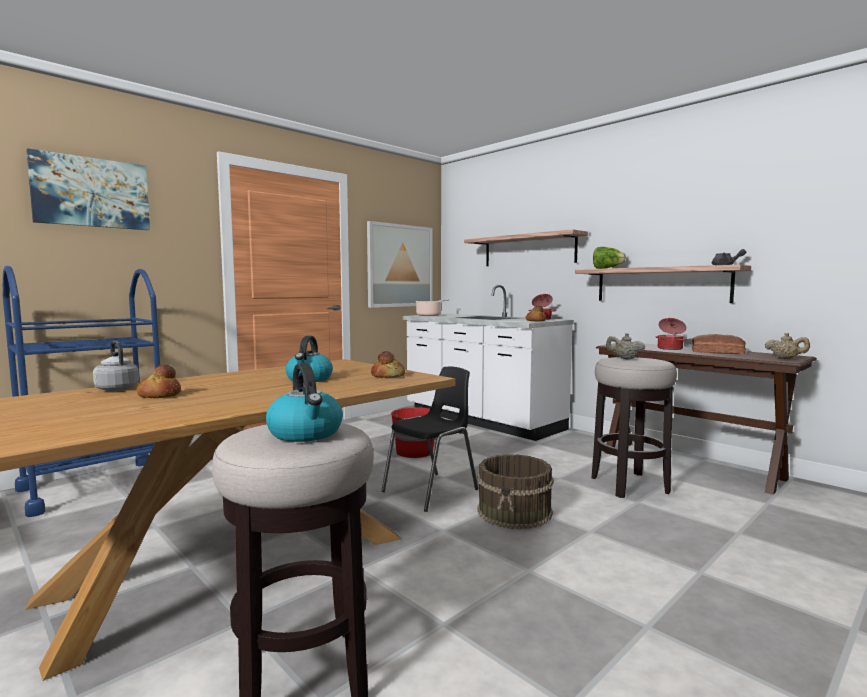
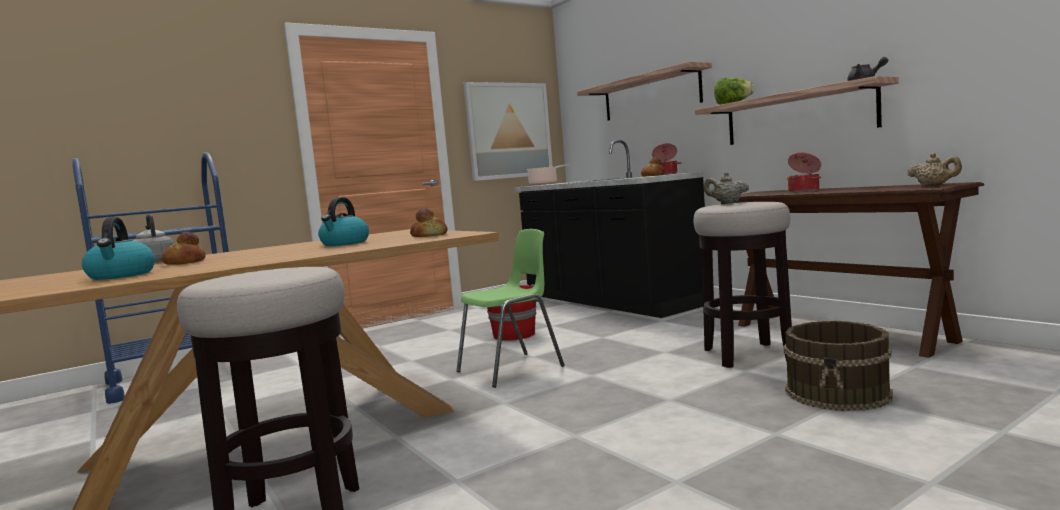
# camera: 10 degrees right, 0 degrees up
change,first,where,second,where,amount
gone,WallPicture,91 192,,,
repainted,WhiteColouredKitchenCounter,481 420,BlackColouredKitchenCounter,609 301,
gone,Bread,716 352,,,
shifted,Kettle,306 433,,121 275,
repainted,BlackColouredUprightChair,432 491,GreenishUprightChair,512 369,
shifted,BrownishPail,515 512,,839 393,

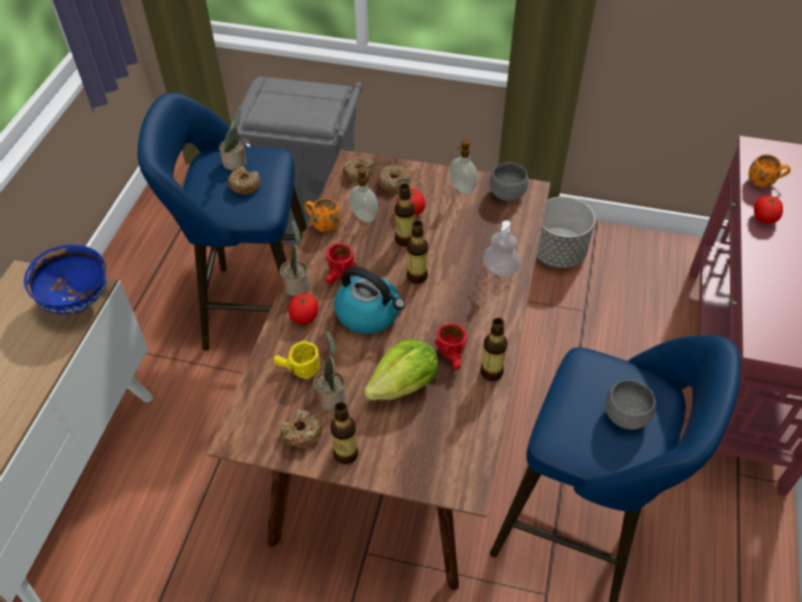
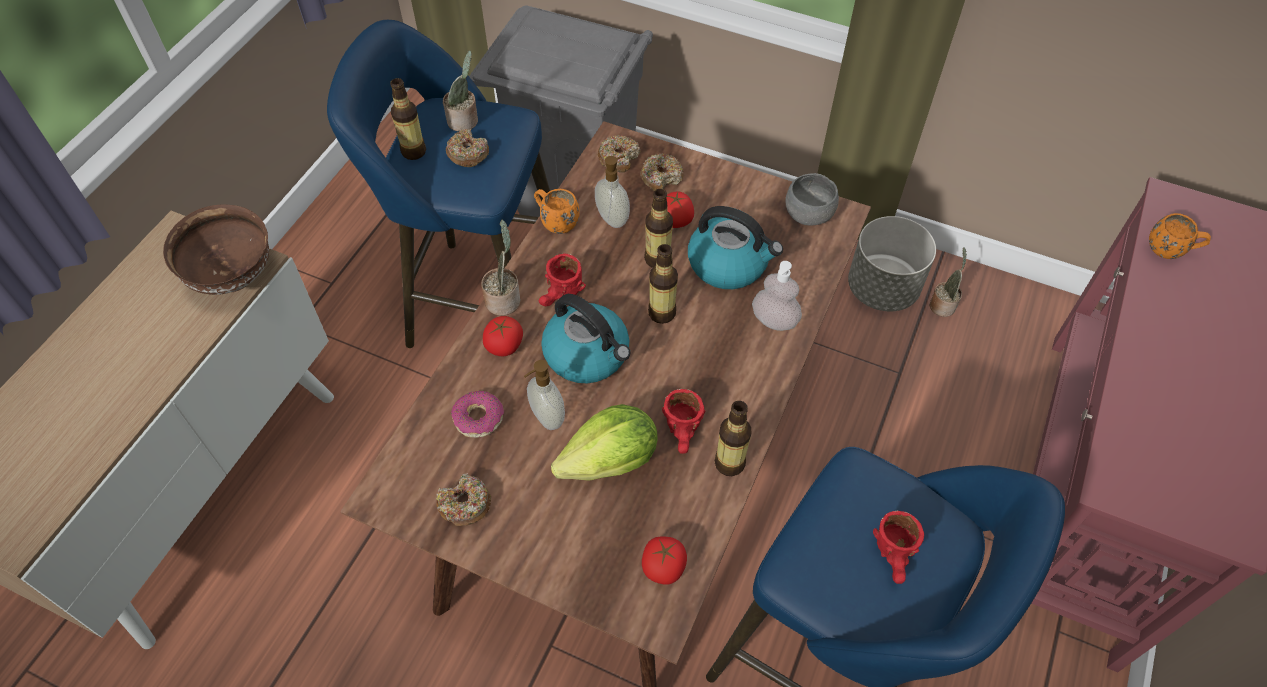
# camera: 10 degrees right, 5 degrees up
change,first,where,second,where,amount
shifted,SoapBottle,461 189,,546 417,
shifted,WholeTomato,764 218,,663 567,
repainted,BlueServingBowl,79 302,BrownishServingBowl,235 278,
shifted,PlantInAPot,331 395,,942 304,
swapped,YellowColouredMug,297 371,RingDoughnut,478 418,
swapped,GreyServingBowl,626 416,RedColouredMug,896 558,
shifted,BeverageBottle,346 454,,414 152,
new,,,Kettle,729 264,

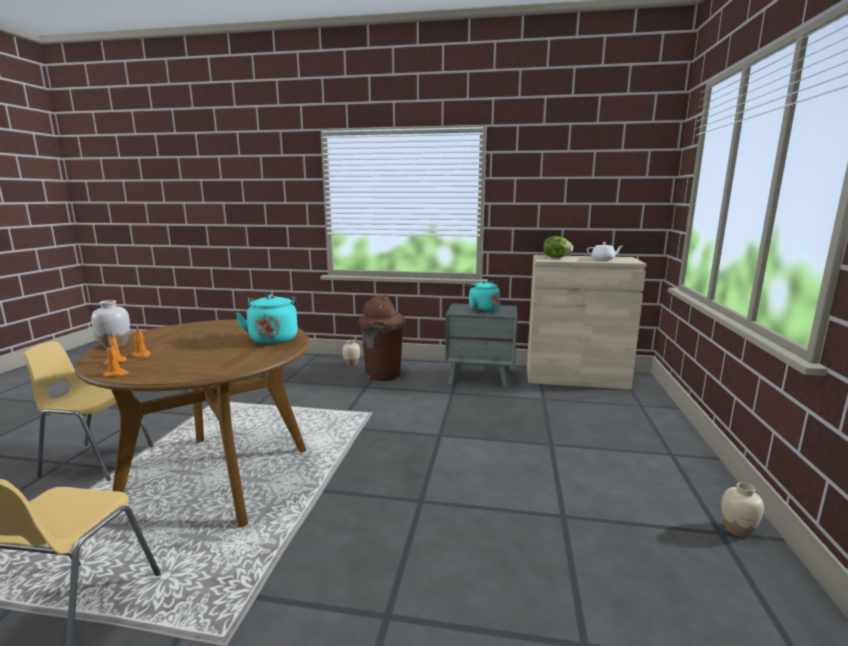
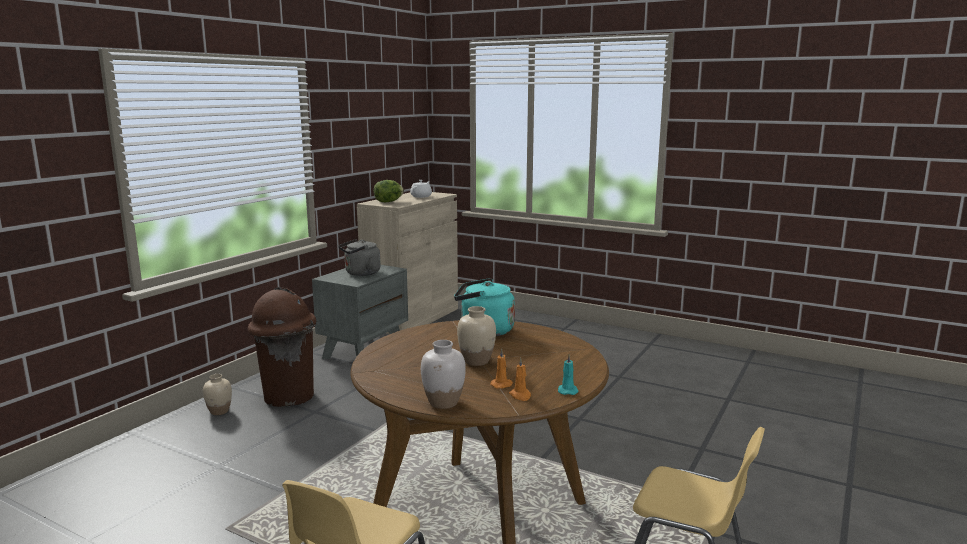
# camera: 70 degrees left, 0 degrees up
change,first,where,second,where,amount
repainted,TurquoiseColouredKettle,481 309,GreyKettle,360 273,
repainted,OrangeColouredWaxCandle,116 374,TurquoiseColouredWaxCandle,567 390,
shifted,BeigeColouredFlowerVase,737 530,,476 361,

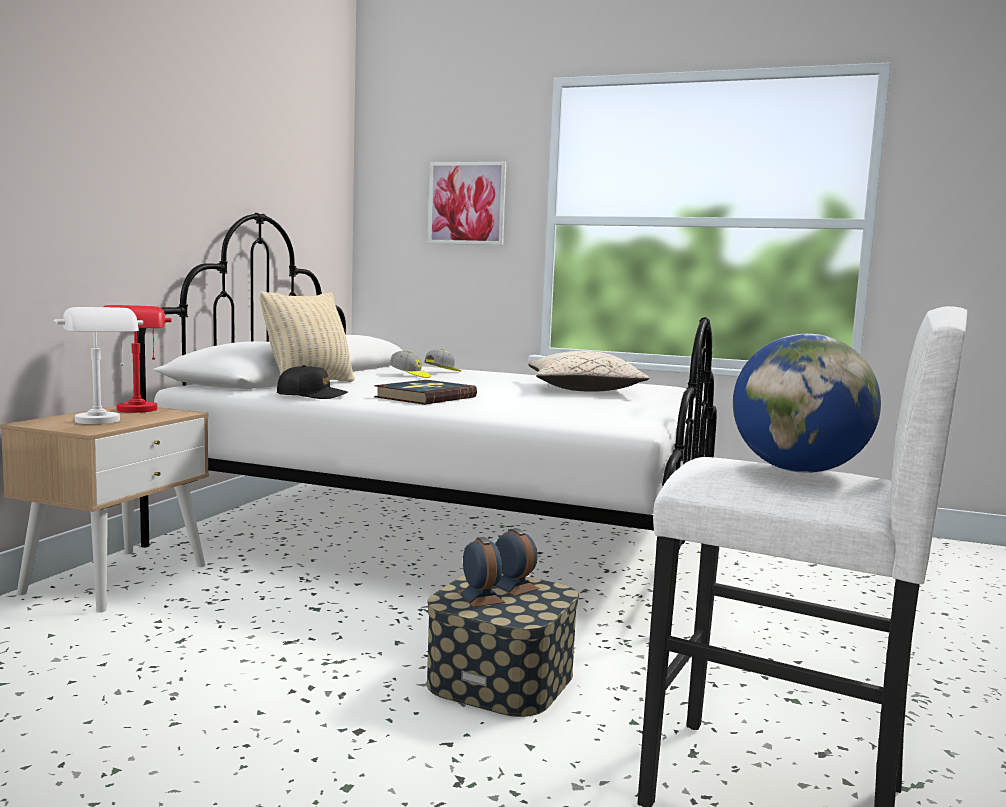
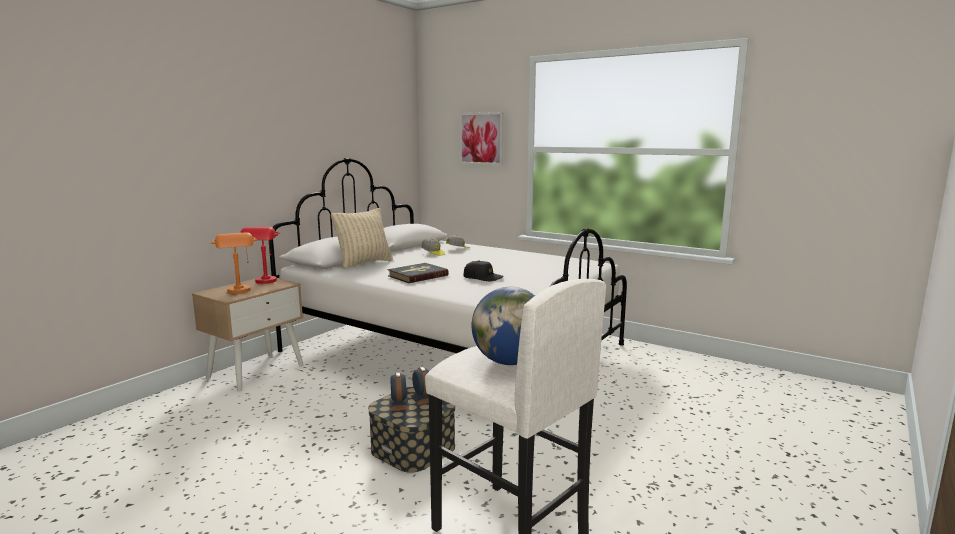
# camera: 15 degrees right, 5 degrees up
change,first,where,second,where,amount
repainted,WhiteColouredTableLamp,102 423,OrangeColouredTableLamp,240 292,
gone,BeigeColouredThrowPillow,584 390,,,
shifted,BlackColouredBaseballCap,312 395,,483 278,

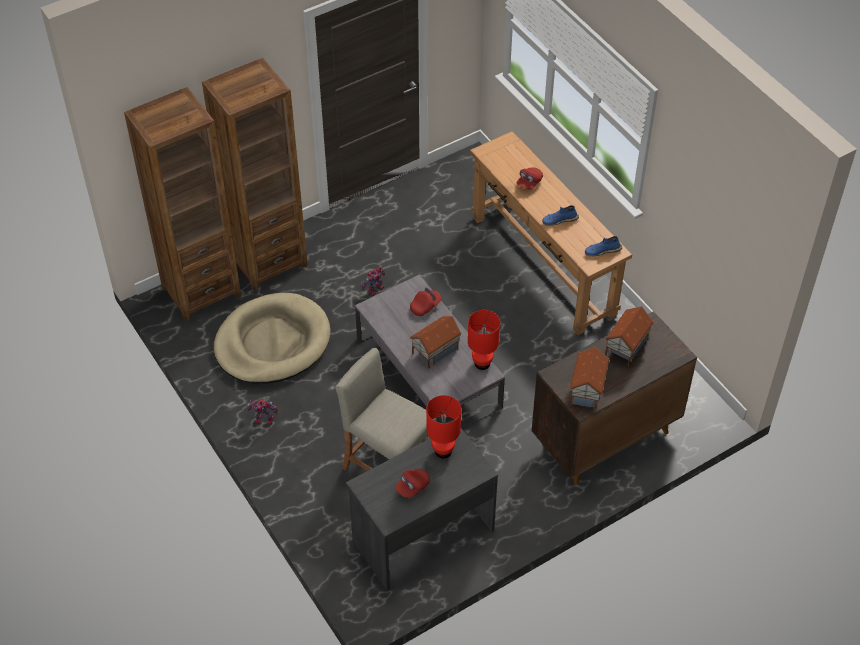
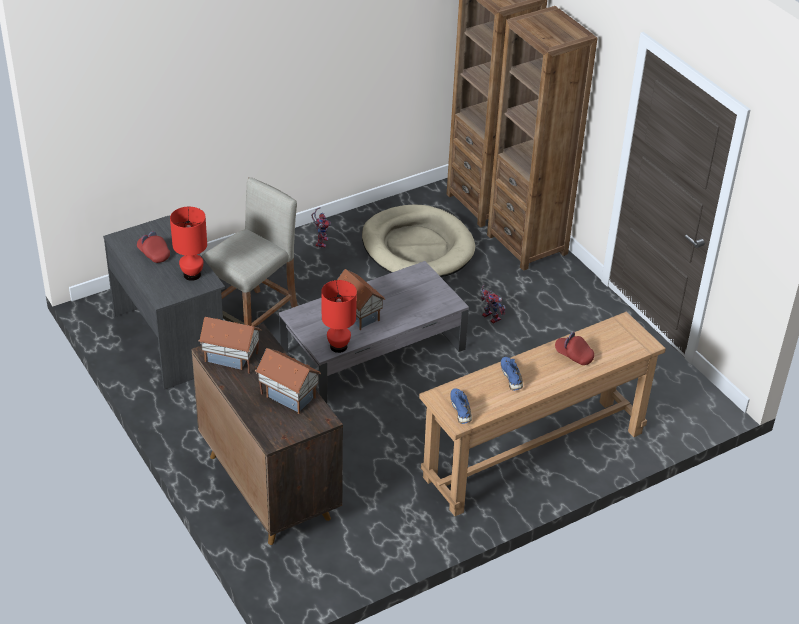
# camera: 90 degrees right, 10 degrees down
change,first,where,second,where,amount
gone,RedColouredBaseballCap,425 306,,,

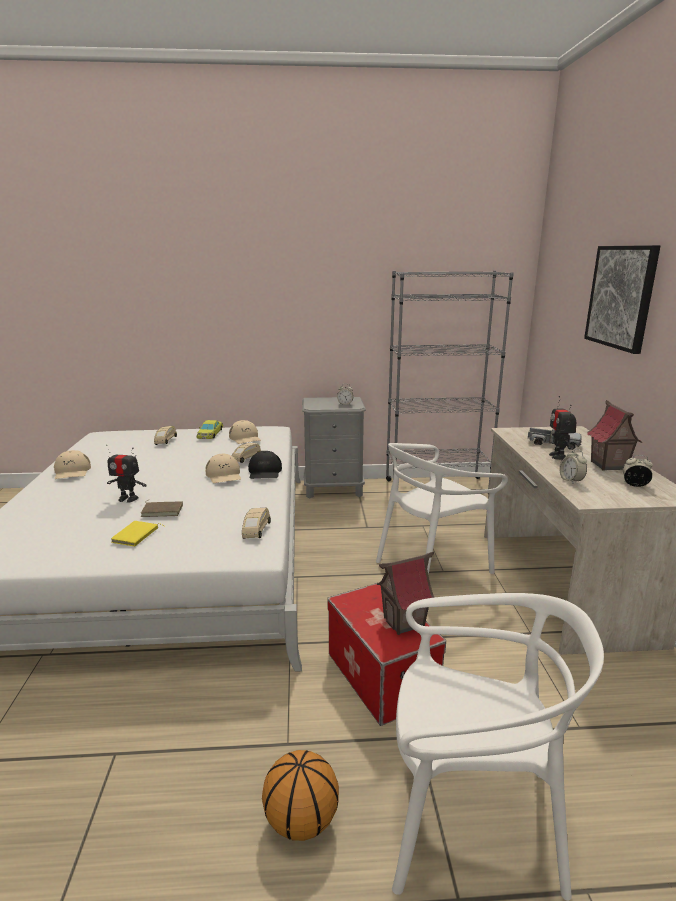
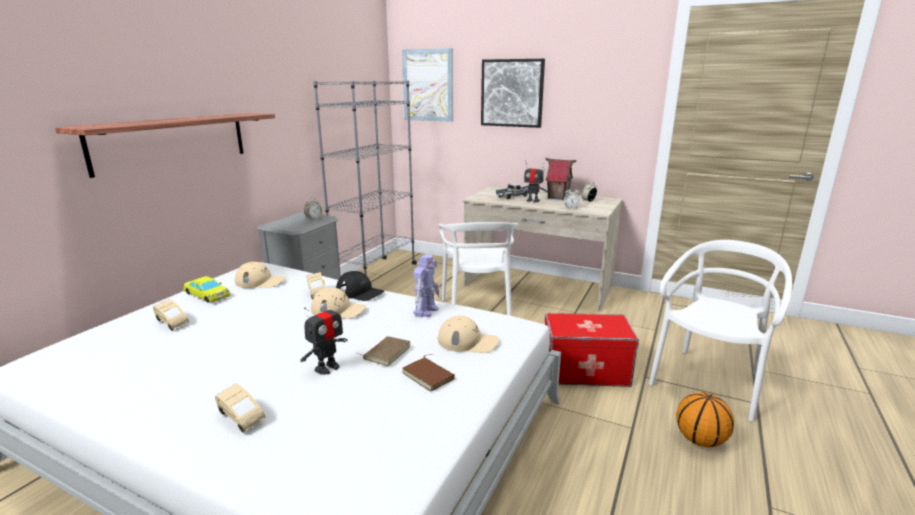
# camera: 60 degrees left, 0 degrees up
change,first,where,second,where,amount
shifted,BeigeColouredBaseballCap,72 471,,468 341,
shifted,BeigeColouredModelCar,256 531,,240 418,
repainted,YellowColouredVolume,136 536,BrownishVolume,429 375,
gone,ToyHouse,404 622,,,
new,,,WallPicture,428 85,
new,,,Shelf,172 141,
new,,,RobotFigure,426 311,

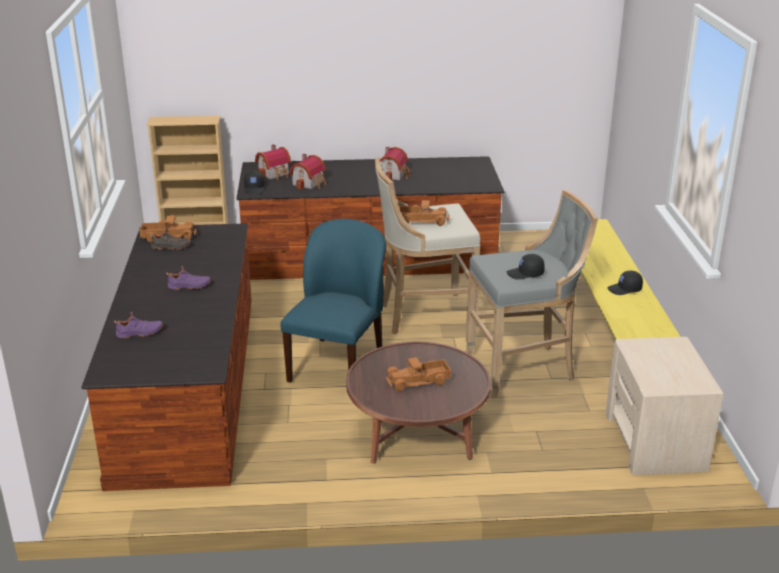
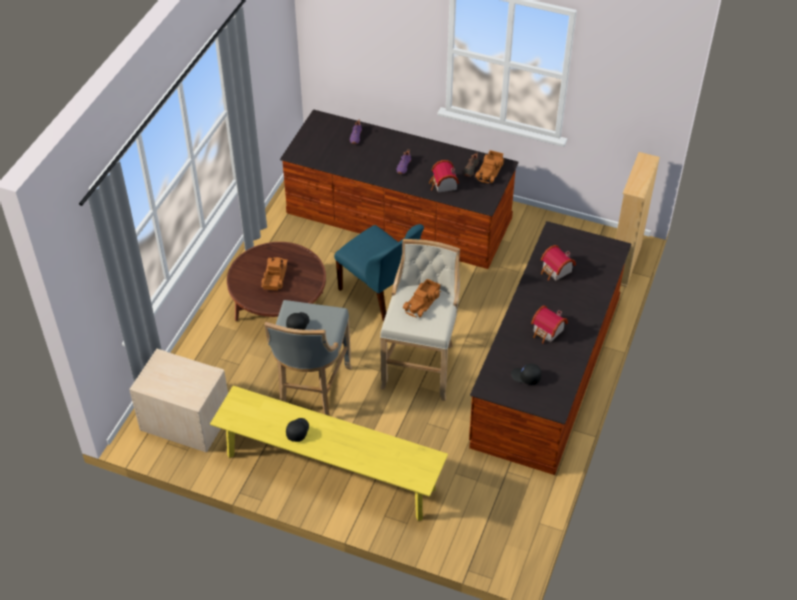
# camera: 115 degrees right, 20 degrees up
change,first,where,second,where,amount
shifted,ToyHouse,275 174,,443 185,
shifted,BlackColouredBaseballCap,254 189,,526 377,

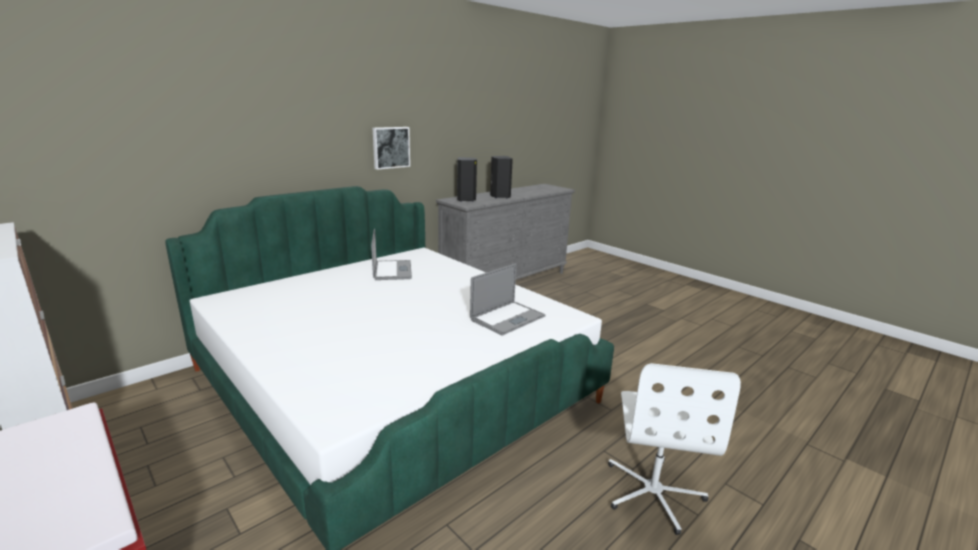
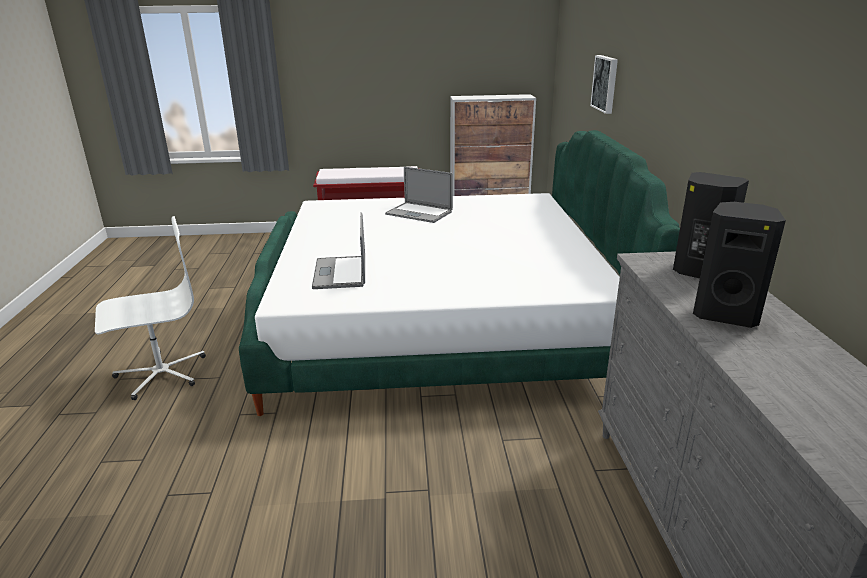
# camera: 130 degrees right, 5 degrees up
change,first,where,second,where,amount
shifted,WallPicture,390 147,,606 83,
shifted,Laptop,392 270,,419 213,
rotated,WhiteColouredDeskChair,653 492,,161 373,105 degrees clockwise

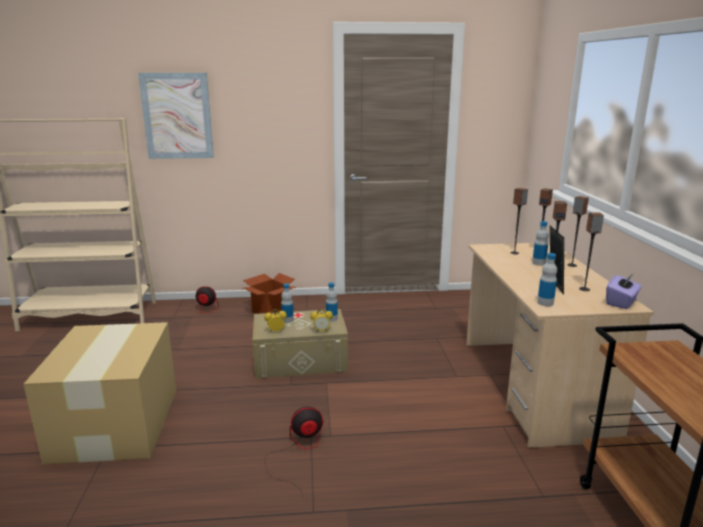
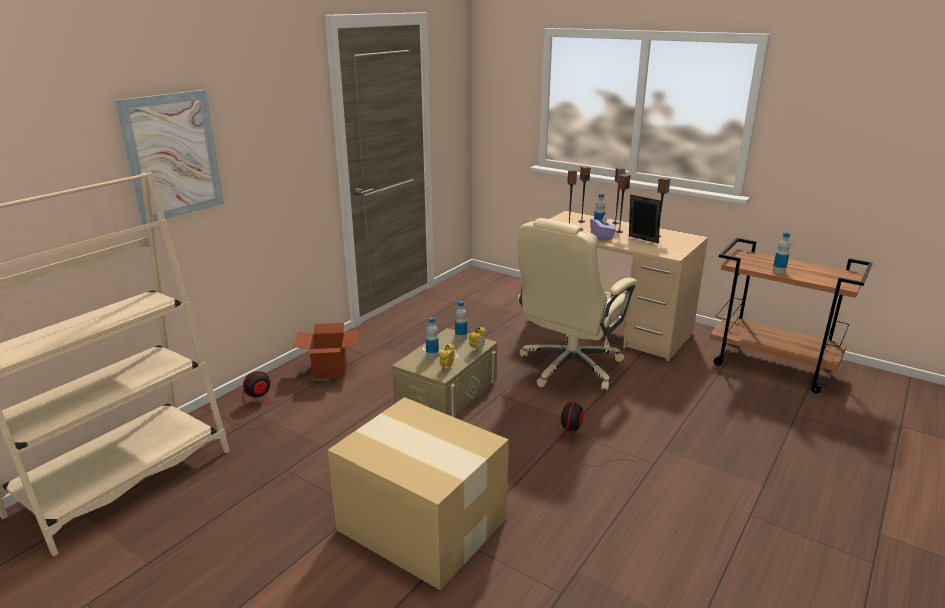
# camera: 50 degrees left, 5 degrees up
change,first,where,second,where,amount
shifted,BeverageBottle,545 303,,778 271,
shifted,PurpleColouredBoxOfTissues,621 302,,601 236,
new,,,BeigeColouredDeskChair,569 367,

